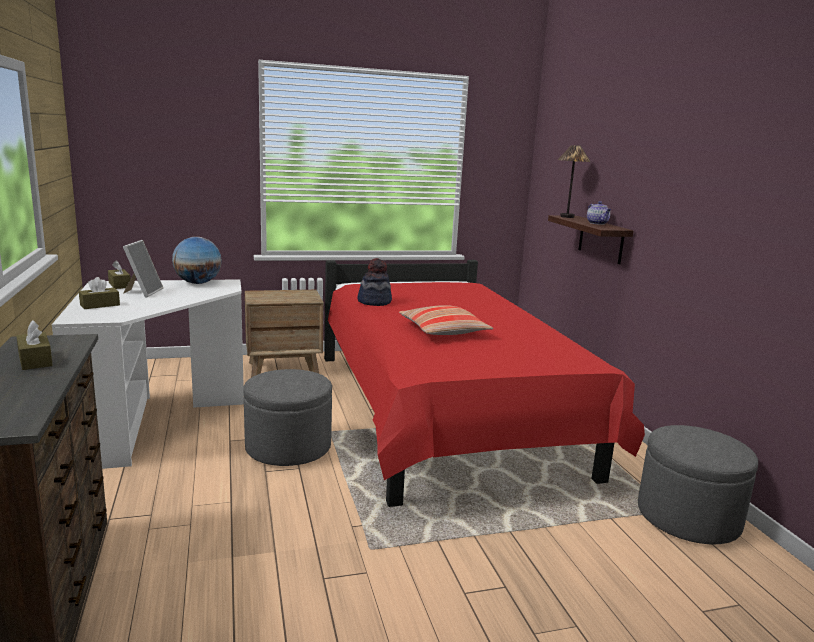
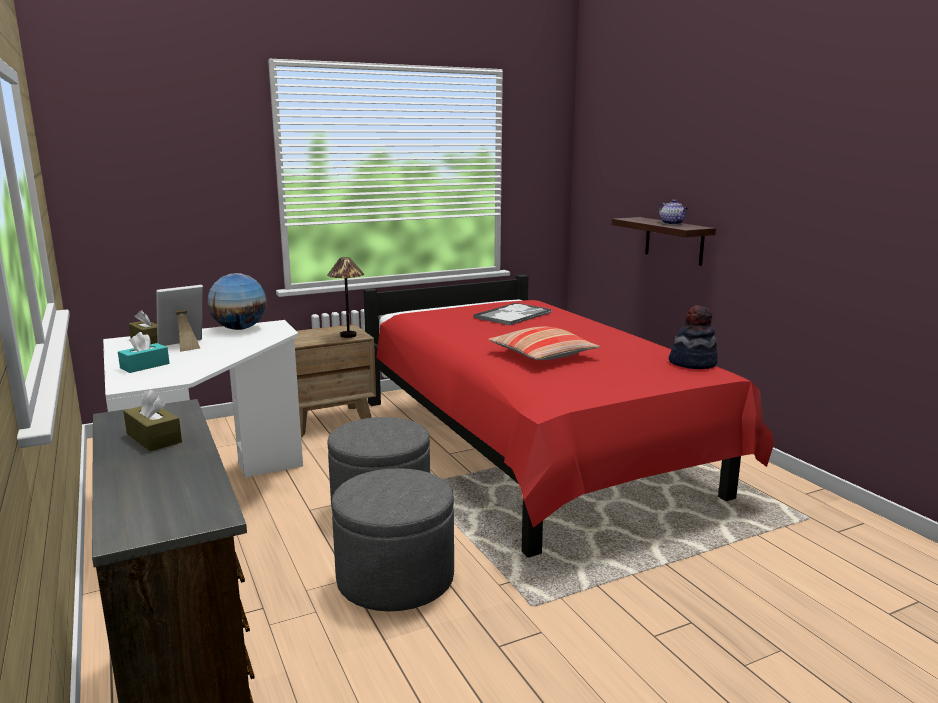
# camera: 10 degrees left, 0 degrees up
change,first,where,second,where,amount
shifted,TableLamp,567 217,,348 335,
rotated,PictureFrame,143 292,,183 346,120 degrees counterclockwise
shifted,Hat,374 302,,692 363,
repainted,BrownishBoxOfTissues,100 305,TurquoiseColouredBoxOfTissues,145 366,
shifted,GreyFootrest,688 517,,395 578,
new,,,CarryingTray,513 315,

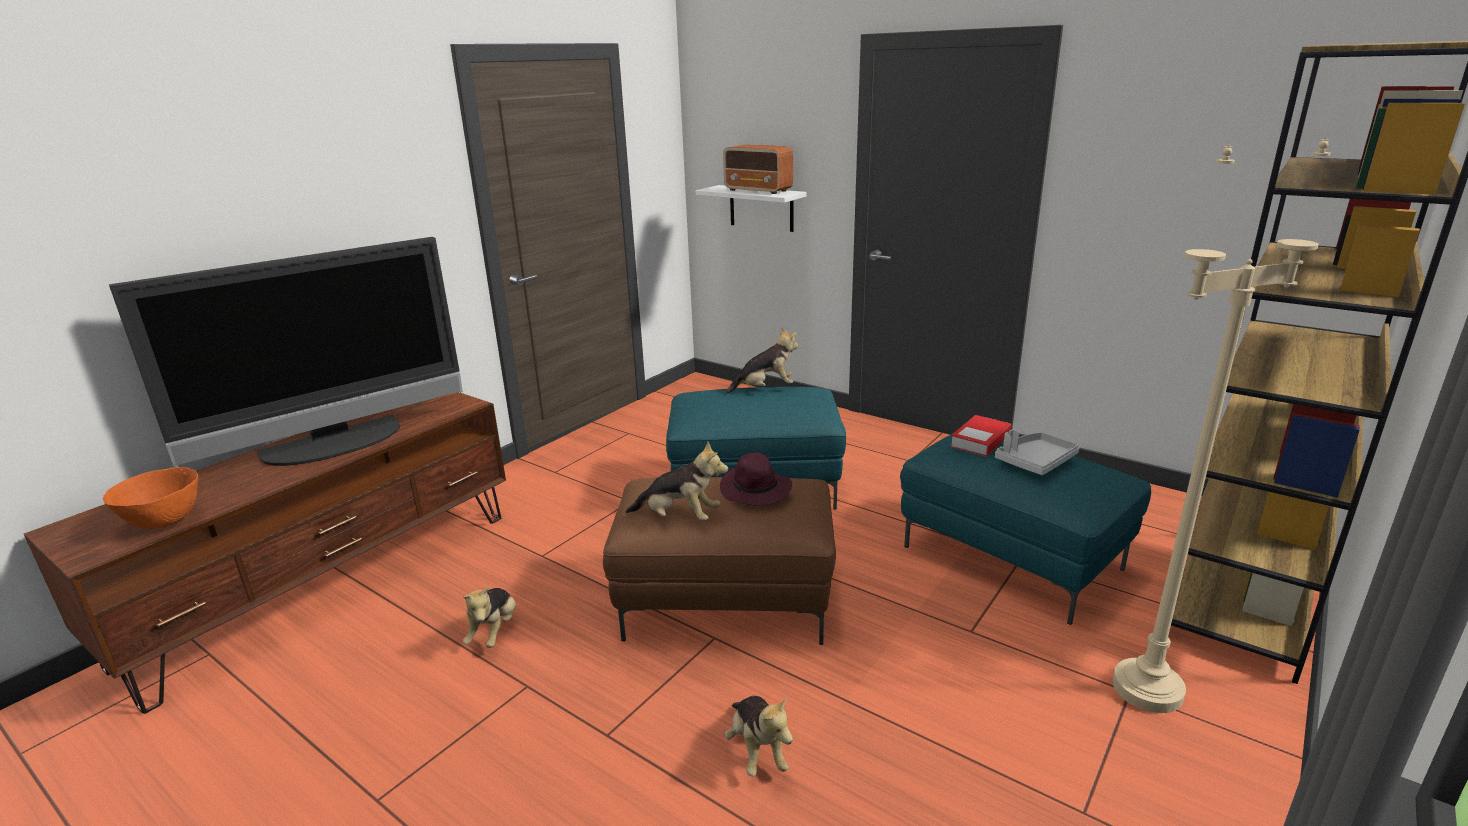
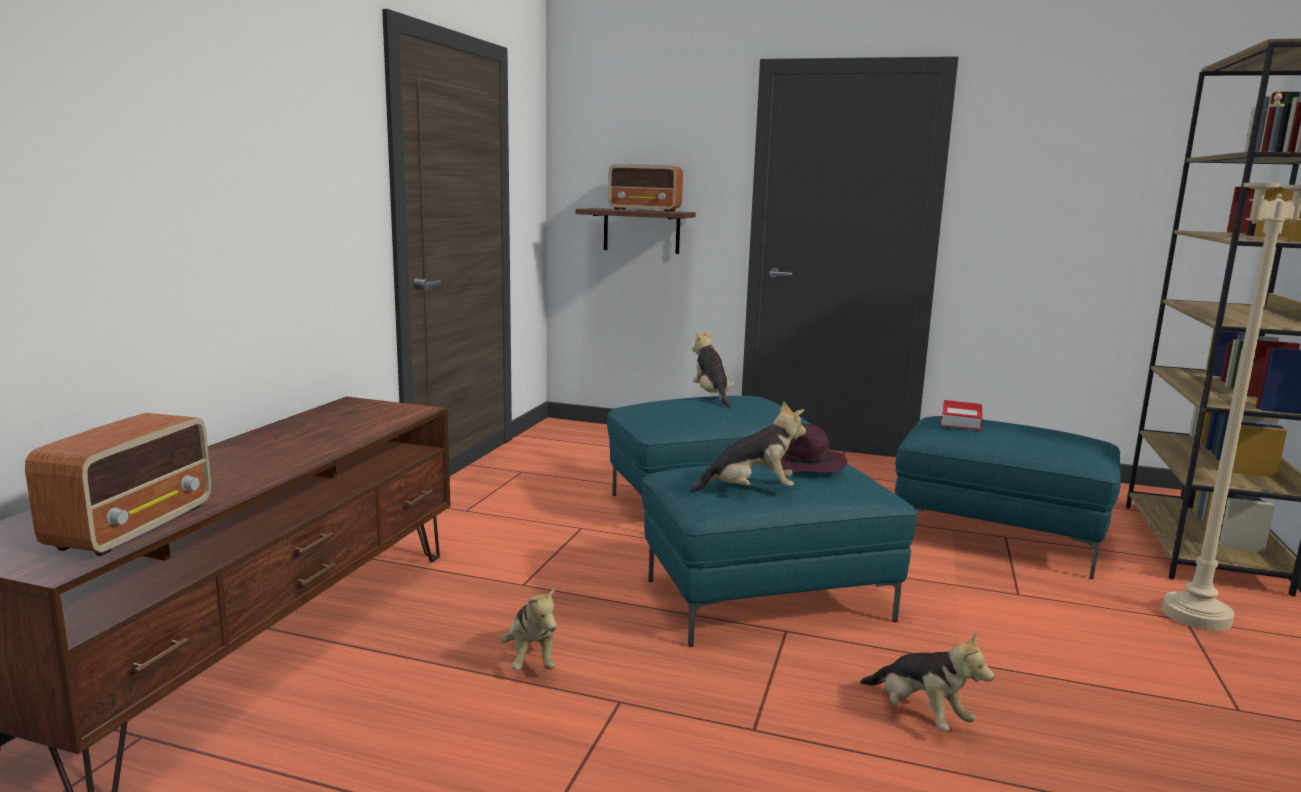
# camera: 20 degrees left, 10 degrees down
change,first,where,second,where,amount
repainted,WhiteColouredShelf,761 208,BrownishShelf,641 231,
gone,Television,334 444,,,
rotated,PlushToy,765 388,,711 396,75 degrees counterclockwise
gone,GreyCarryingTray,1035 461,,,
swapped,OrangeColouredServingBowl,165 522,RadioReceiver,134 526,
repainted,BrownishFootrest,726 600,TurquoiseColouredFootrest,767 599,

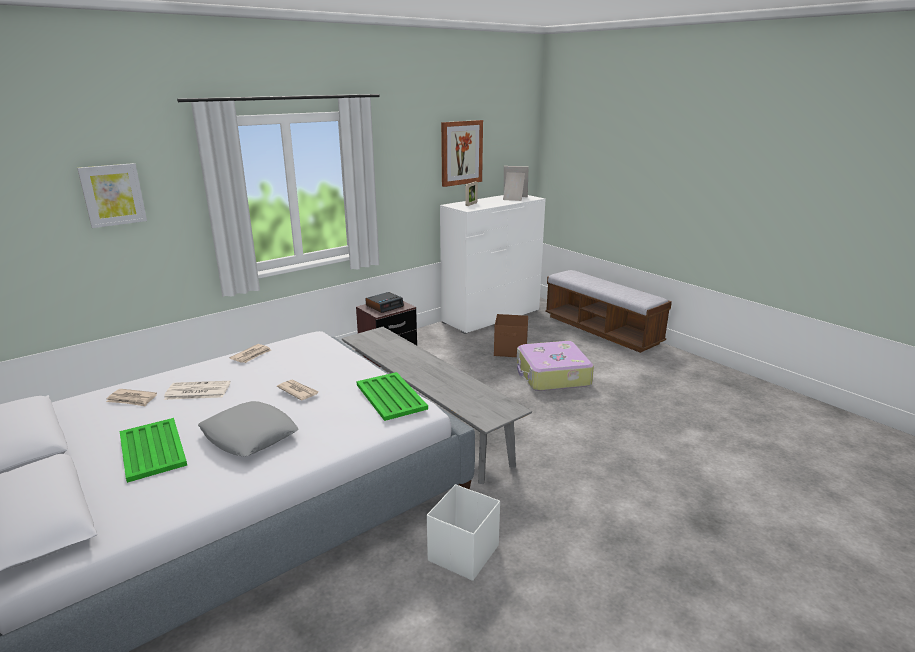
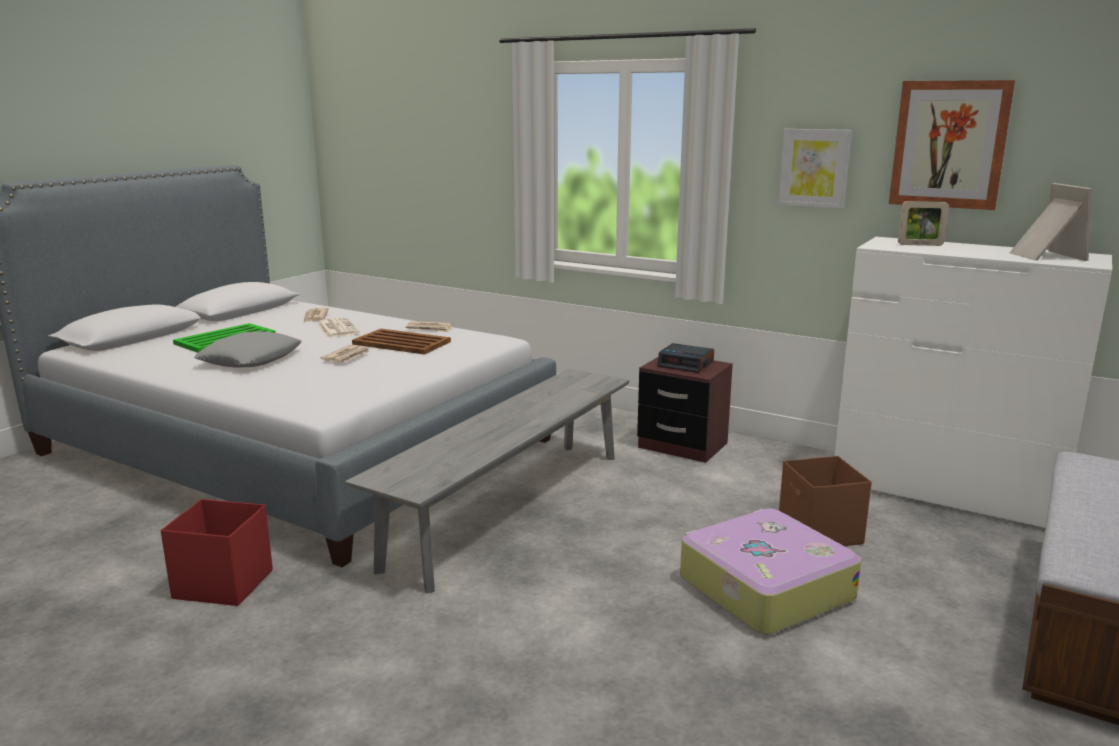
# camera: 70 degrees right, 5 degrees down
change,first,where,second,where,amount
shifted,WallPicture,113 195,,814 168,
gone,GreenishCarryingTray,391 397,,,
repainted,WhiteColouredStorageBox,462 554,RedColouredStorageBox,222 584,
new,,,BrownishCarryingTray,402 343,

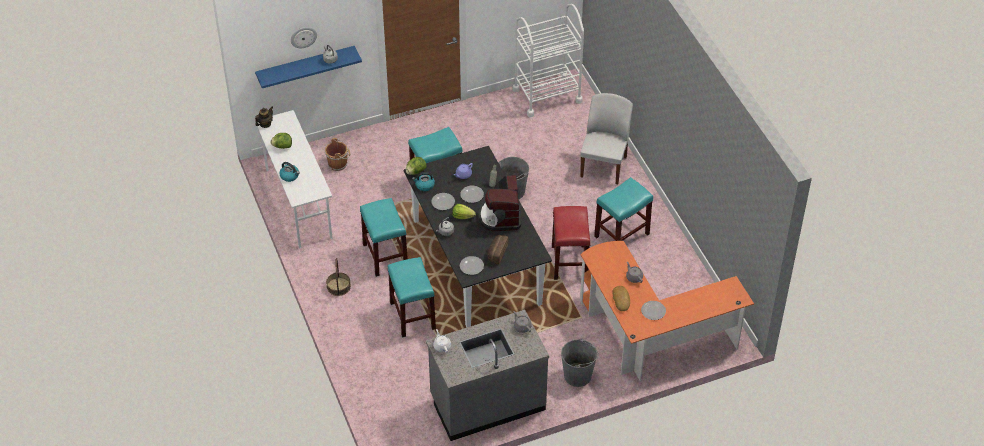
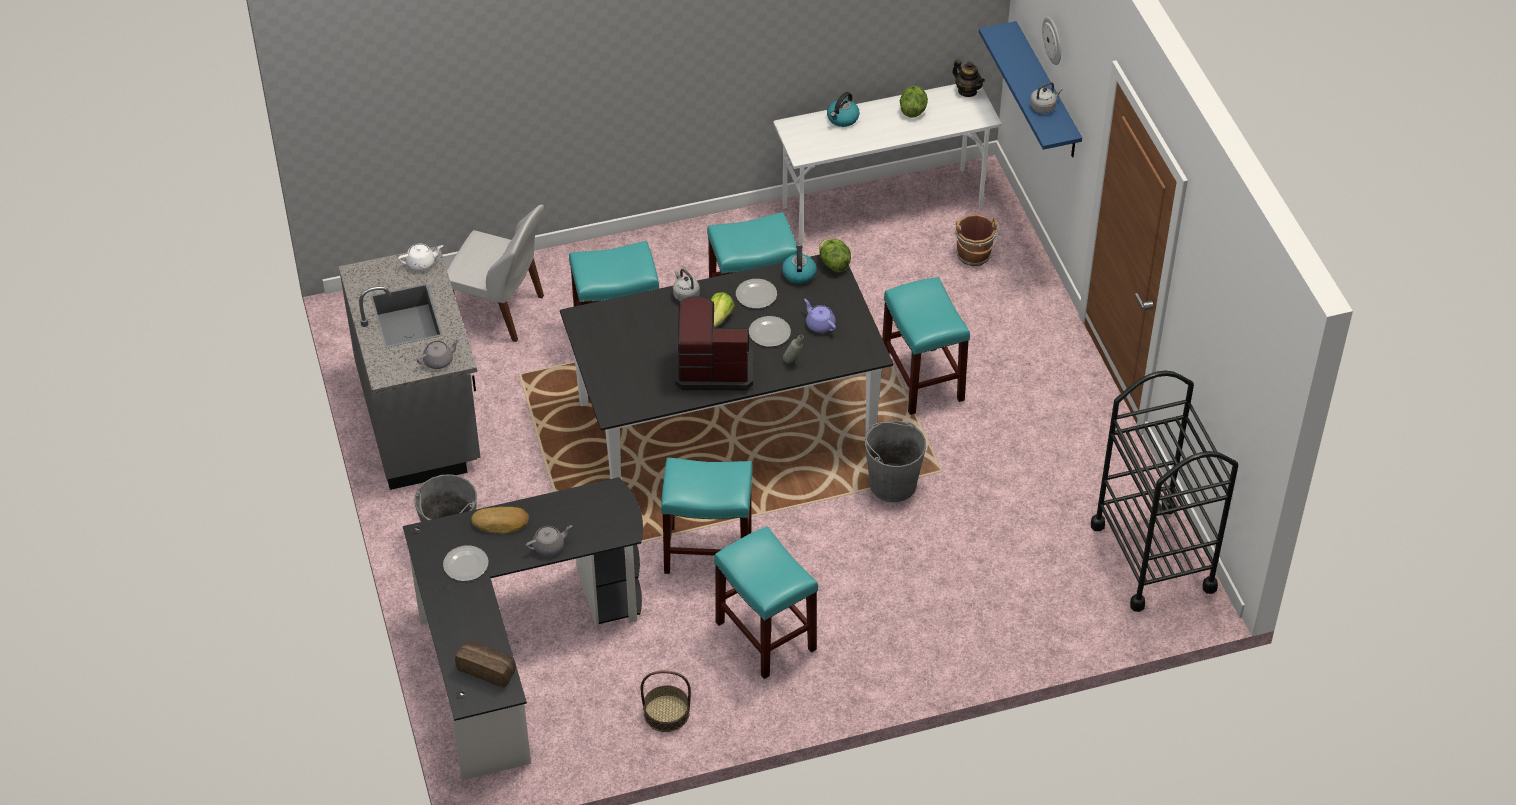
# camera: 95 degrees right, 0 degrees up
change,first,where,second,where,amount
repainted,WhiteColouredWheeledCart,547 95,BlackColouredWheeledCart,1153 557,
shifted,WhiteColouredUprightChair,604 166,,500 311,
repainted,RedColouredSittingStool,570 262,TurquoiseColouredSittingStool,707 552,
shifted,Bread,496 253,,487 669,
repainted,OrangeColouredDeskUnit,649 337,BlackColouredDeskUnit,515 648,
gone,DinnerPlate,471 266,,,
shifted,Basket,338 286,,666 713,

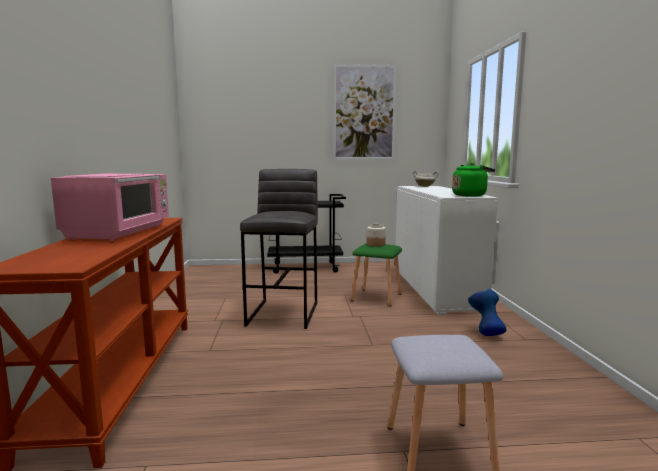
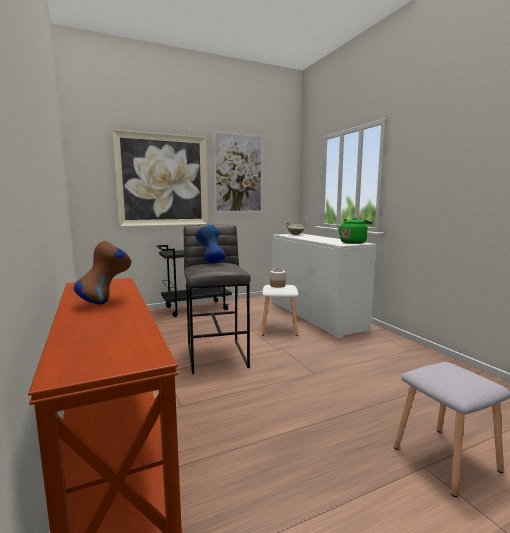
# camera: 20 degrees left, 0 degrees up
change,first,where,second,where,amount
swapped,PinkColouredKitchenMicrowave,120 232,BrownishFlowerVase,106 302,
repainted,GreenishSittingStool,377 297,WhiteColouredSittingStool,280 329,
shifted,BlueFlowerVase,485 333,,210 262,
new,,,WallPicture,163 180,

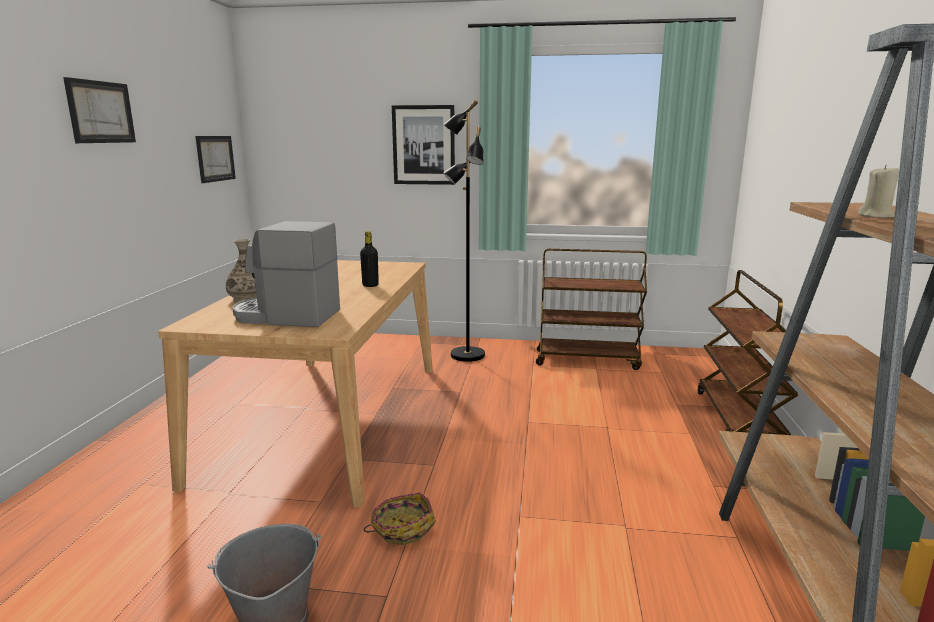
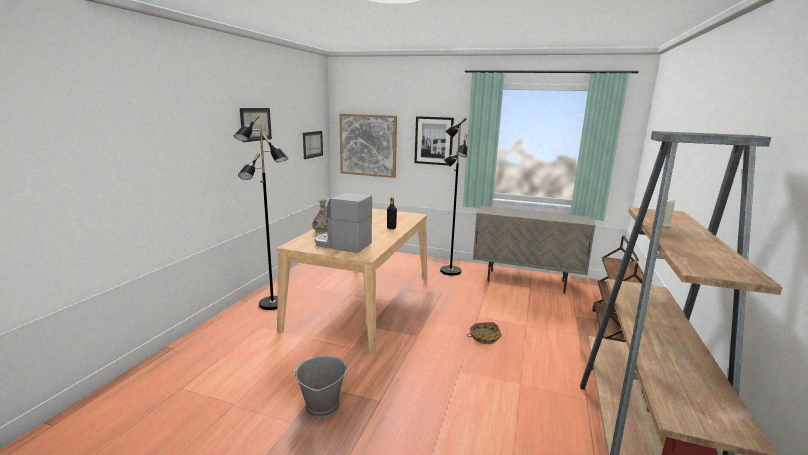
# camera: 10 degrees right, 0 degrees up
change,first,where,second,where,amount
swapped,BrownishWheeledCart,587 360,BeigeColouredCupboard,526 281,
shifted,Basket,402 528,,484 337,
new,,,BlackColouredStandingLamp,272 304,
new,,,WallPicture,368 145,

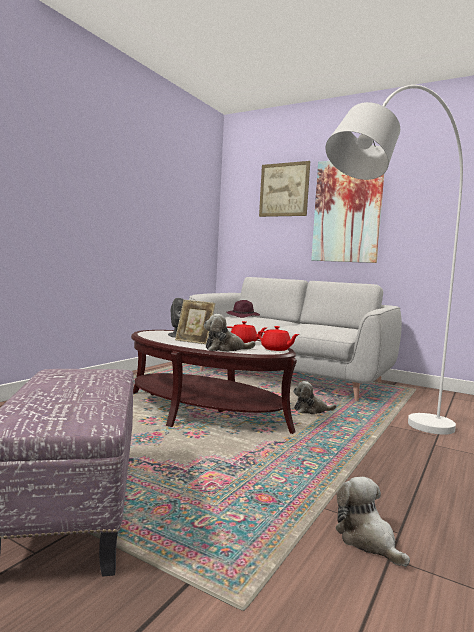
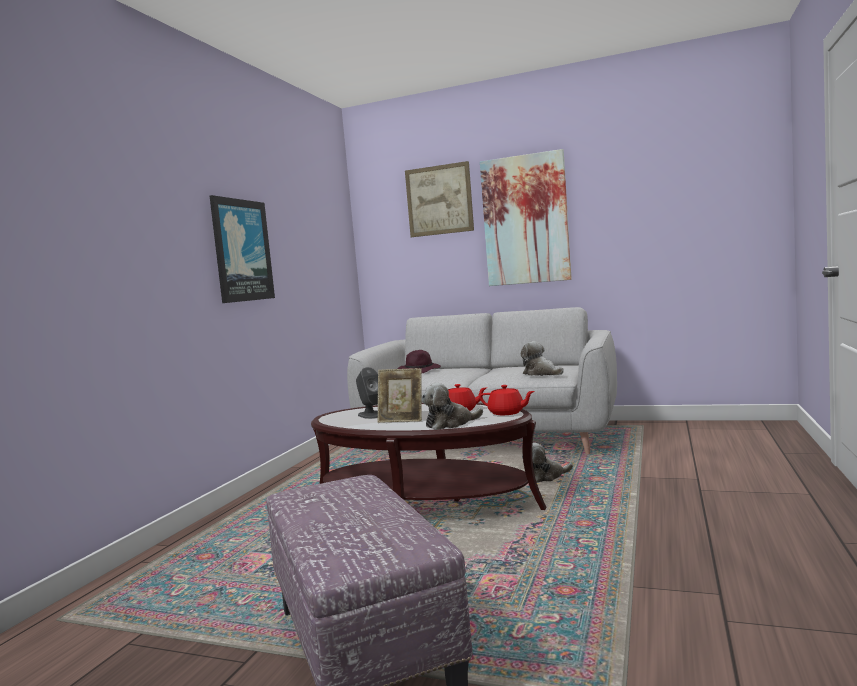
# camera: 10 degrees left, 0 degrees up
change,first,where,second,where,amount
gone,WhiteColouredStandingLamp,385 443,,,
shifted,PlushToy,367 540,,541 373,
new,,,WallPicture,241 250,

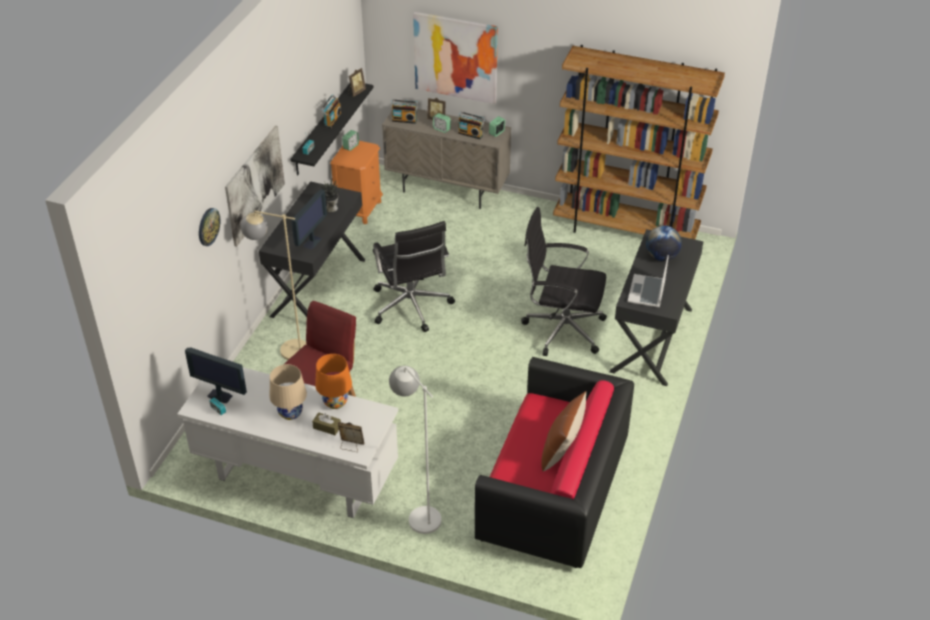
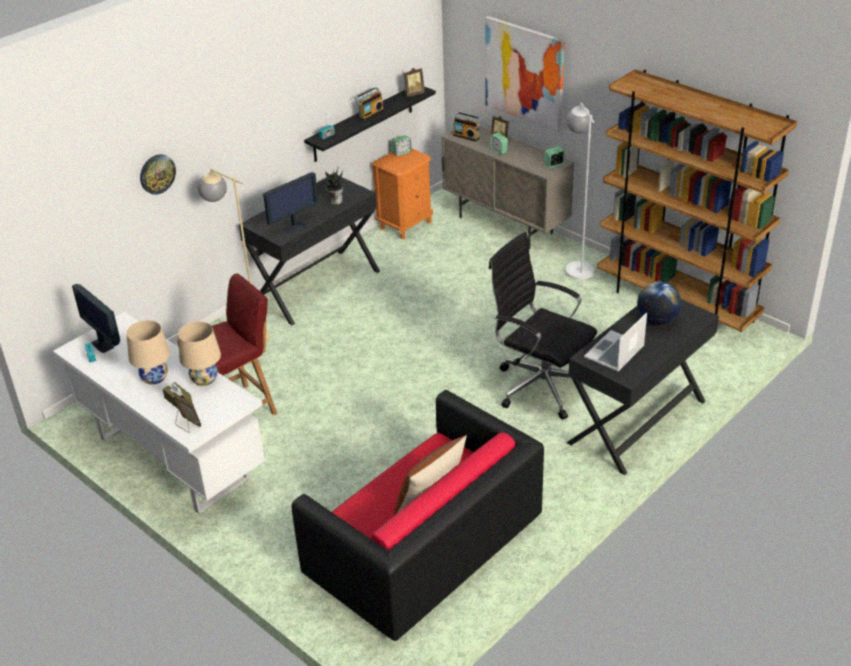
# camera: 25 degrees right, 5 degrees down
change,first,where,second,where,amount
gone,RadioReceiver,471 134,,,
gone,WallPicture,255 185,,,
gone,BlackColouredDeskChair,411 307,,,
repainted,OrangeColouredTableLamp,335 402,BeigeColouredTableLamp,204 379,
shifted,WhiteColouredStandingLamp,418 513,,576 265,

